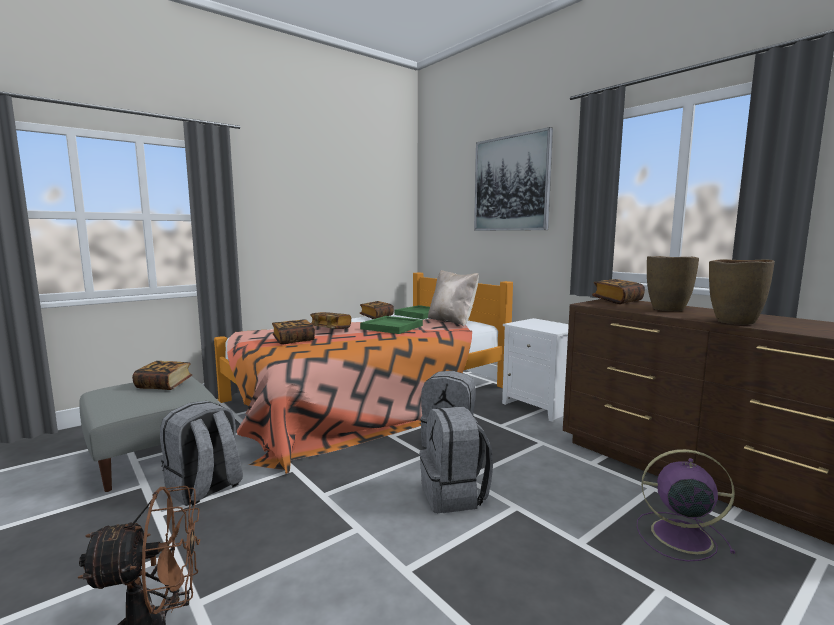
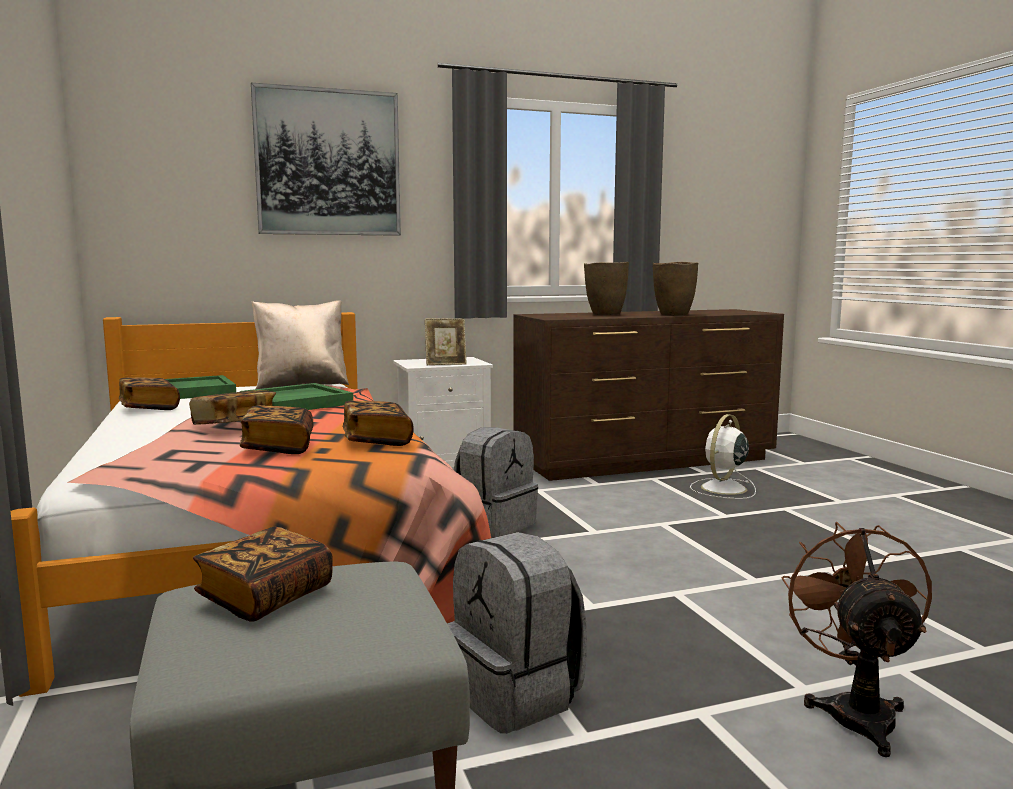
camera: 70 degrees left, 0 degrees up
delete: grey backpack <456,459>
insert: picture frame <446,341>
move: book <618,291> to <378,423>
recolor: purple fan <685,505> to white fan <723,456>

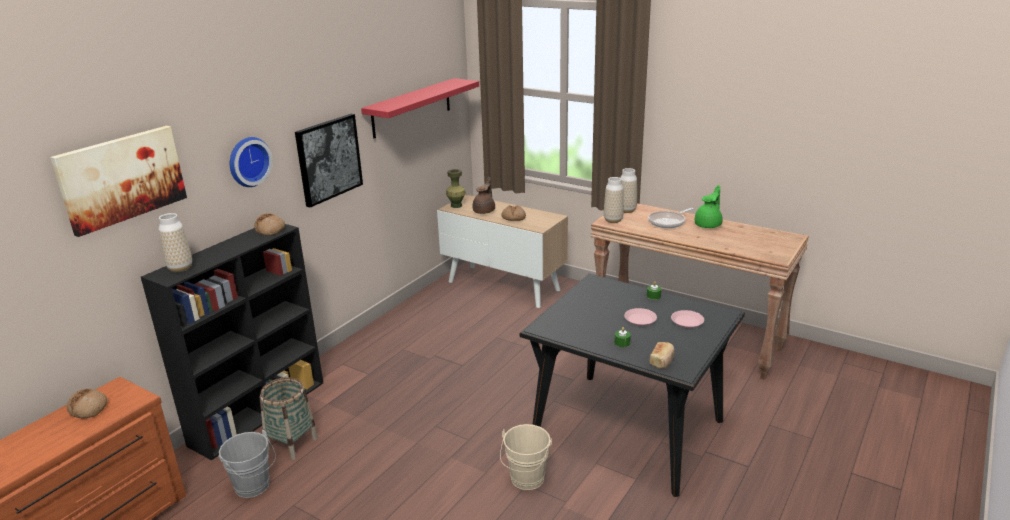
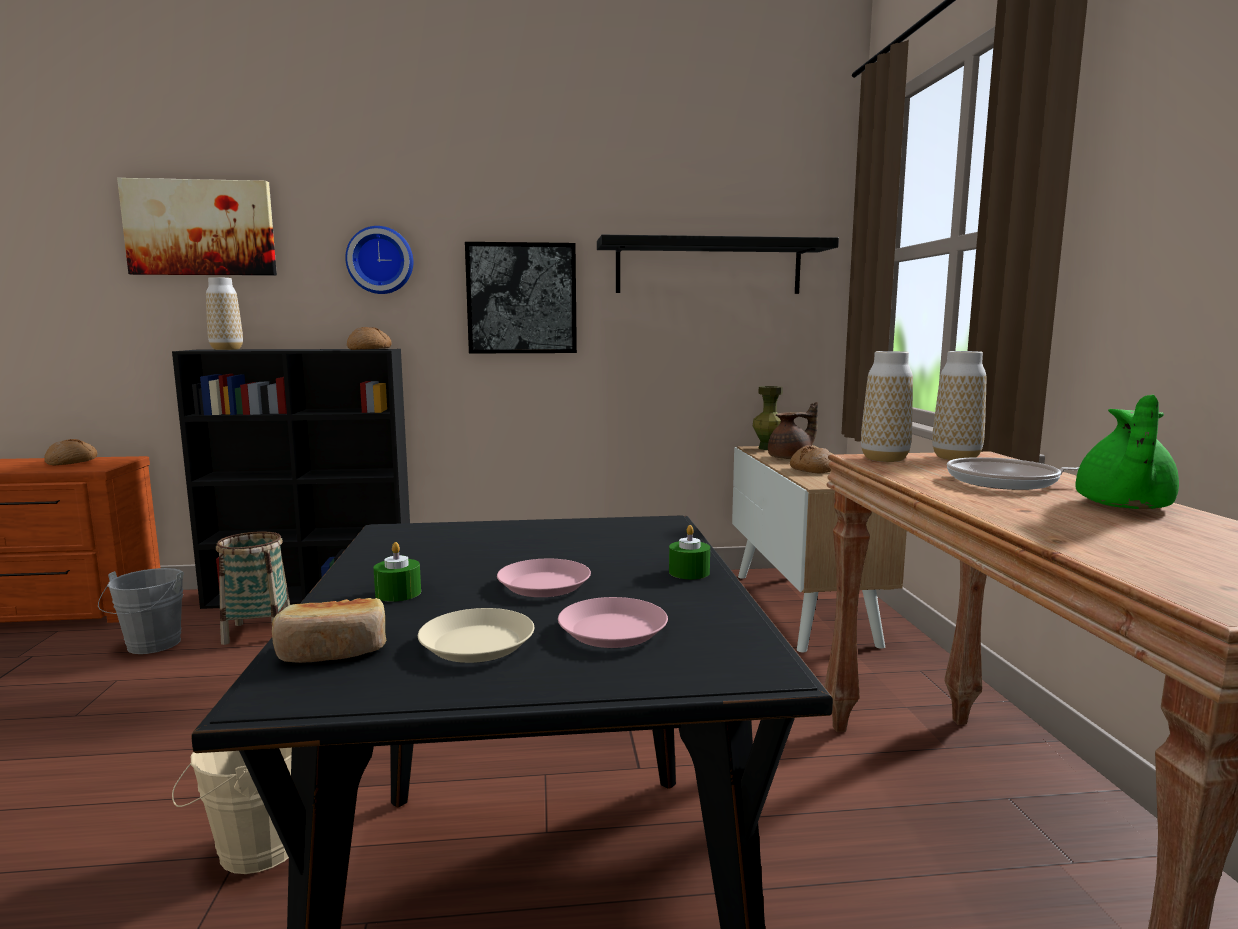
camera: 50 degrees right, 15 degrees down
insert: beige plate <476,635>
recolor: red shelf <420,108> to black shelf <718,264>
rotate: green teapot <709,206> = <1127,452> 120 degrees clockwise

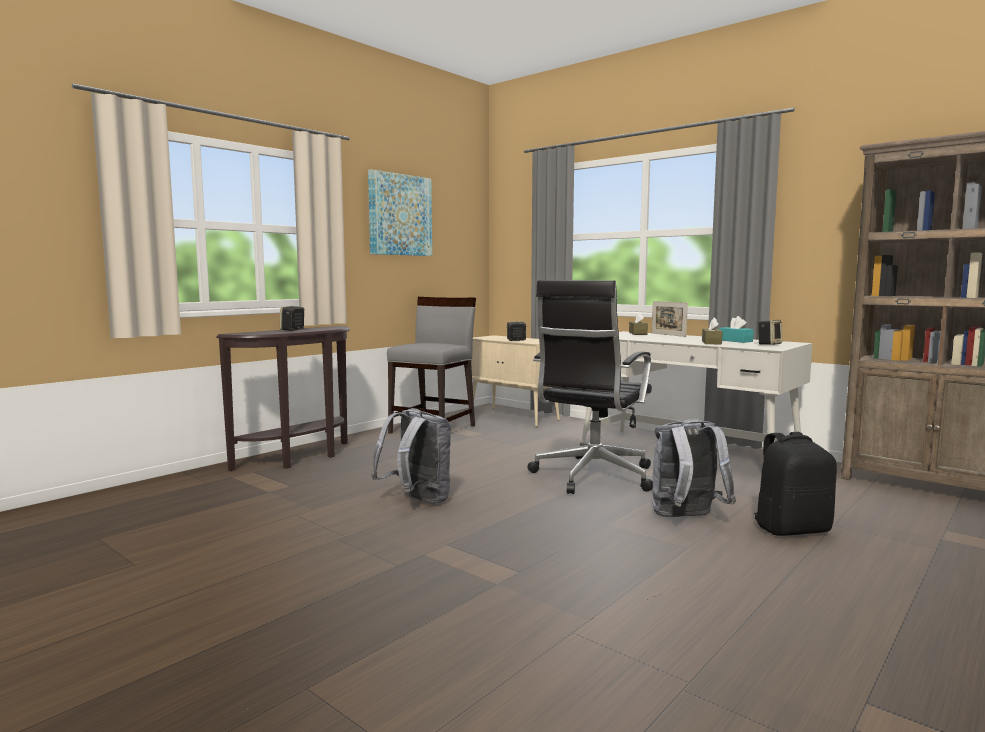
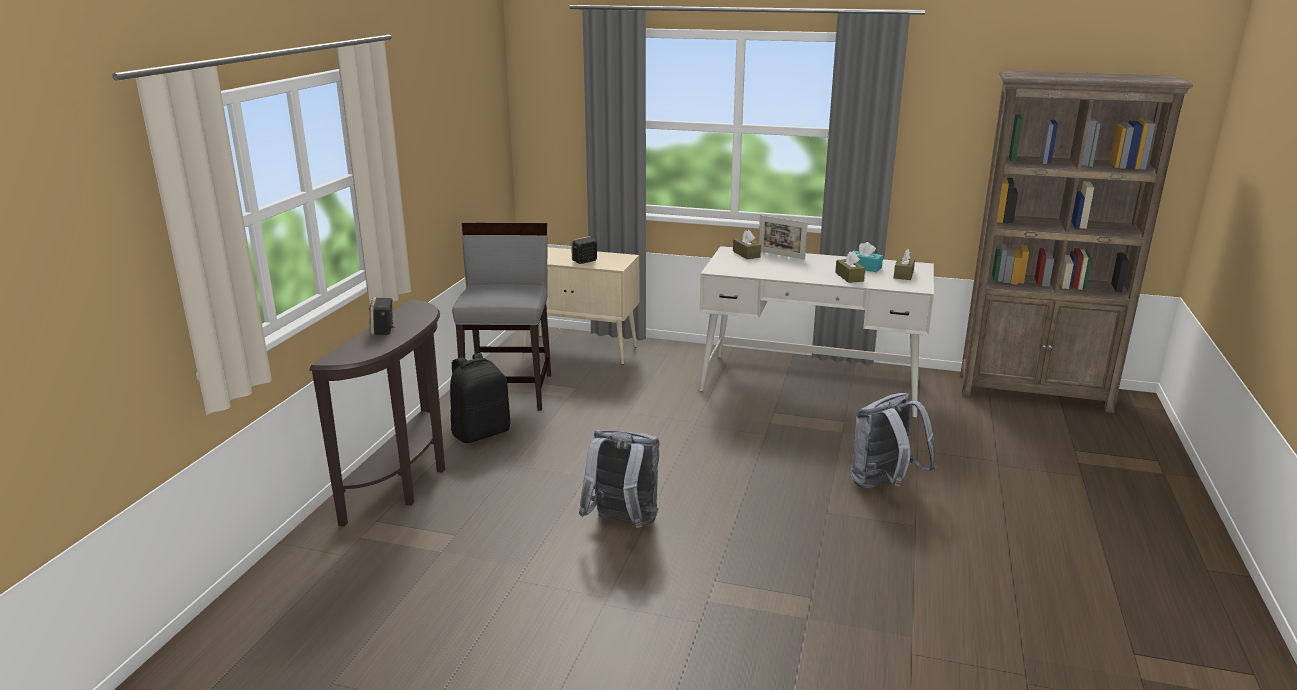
camera: 25 degrees left, 15 degrees up
delete: picture <400,212>; black office chair <590,387>
move: black backpack <795,484> to <480,398>
replace: speaker <770,332> to brown tissue box <904,264>

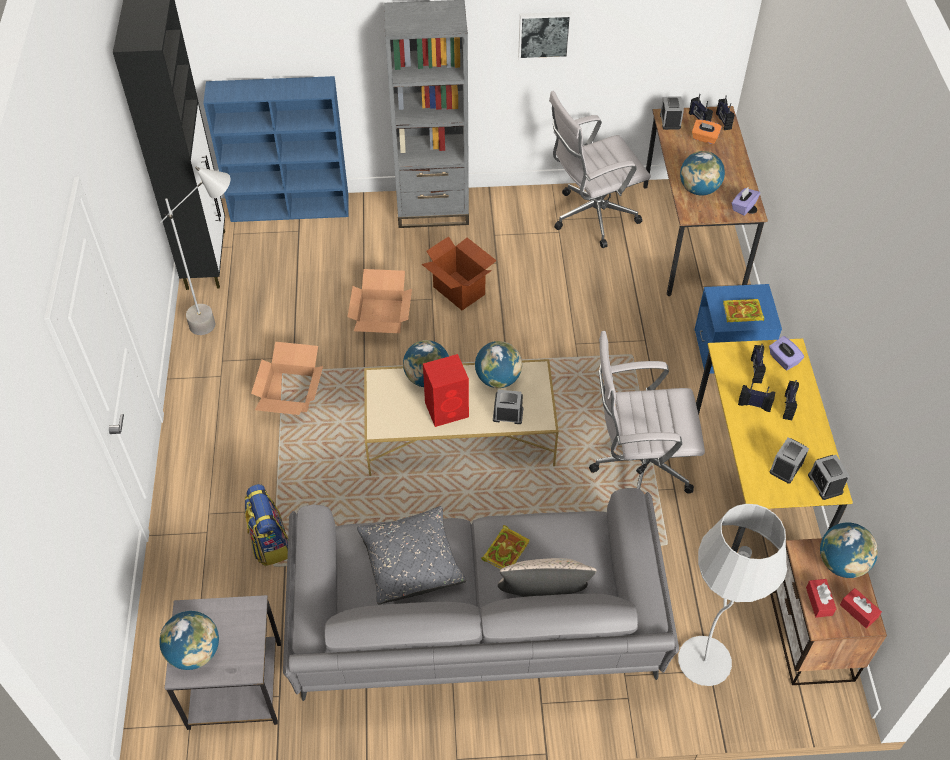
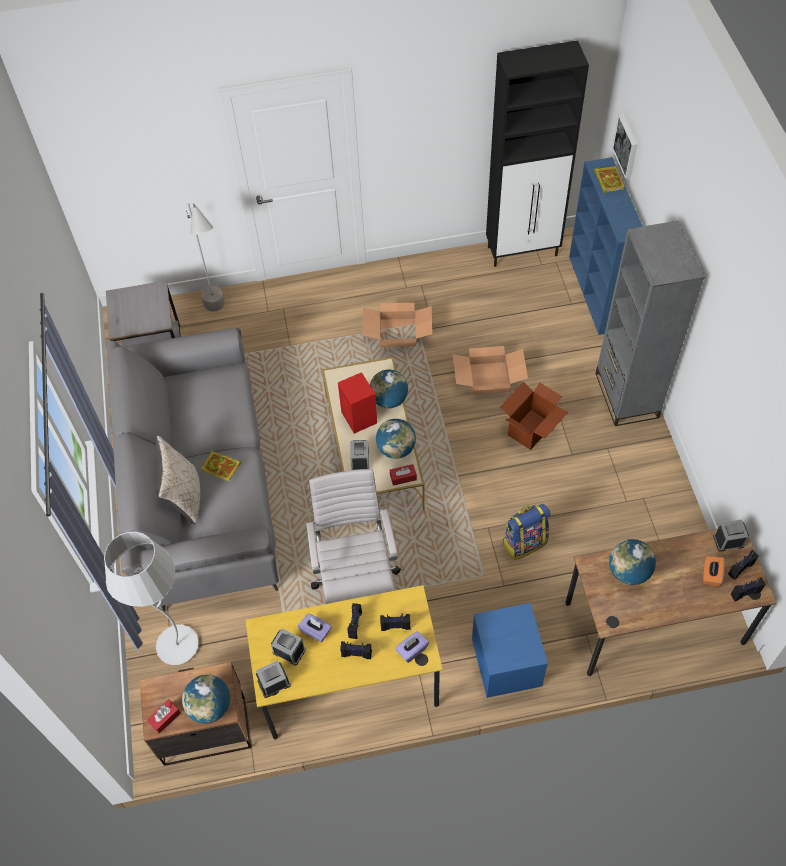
camera: 85 degrees right, 5 degrees up
delete: white office chair <600,169>; grey pillow <411,555>; globe <189,640>
move: picture <545,36> to <625,146>; grey floor lamp <194,251> to <205,257>; purple tissue box <745,201> to <315,628>; book <743,310> to <609,179>; backpack <266,525> to <526,532>; red tissue box <821,598> to <403,475>

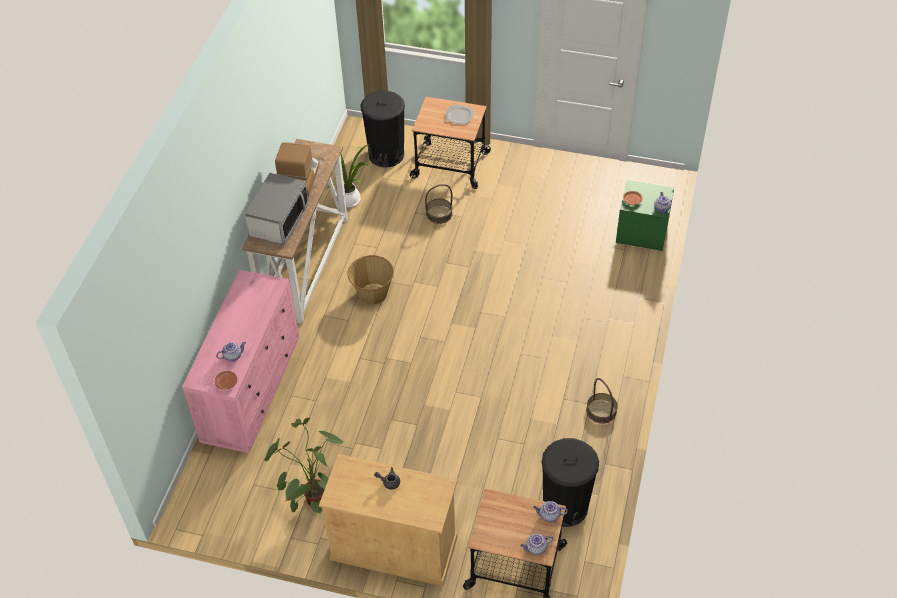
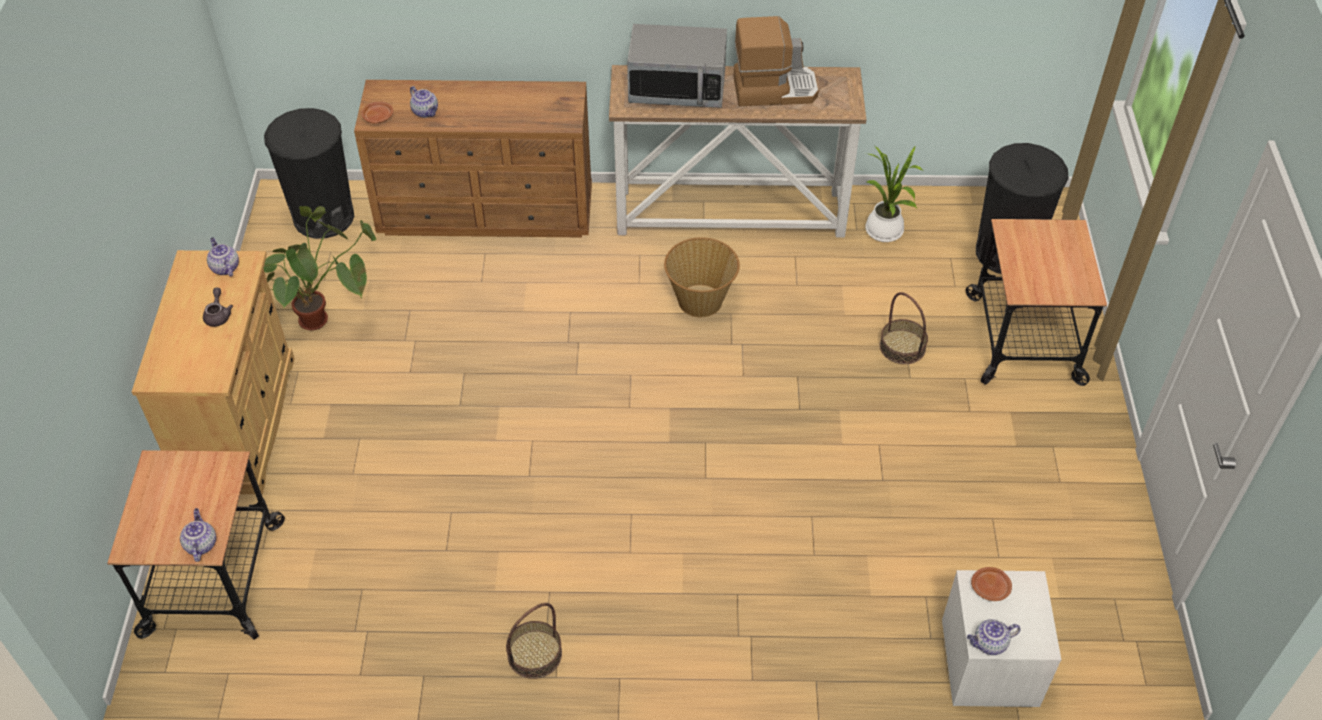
camera: 75 degrees right, 0 degrees up
delete: plate <459,114>
move: black trash can <570,482> to <309,173>; teapot <536,544> to <223,257>
recolor: green nightstand <645,215> to white nightstand <1001,638>; pink dresser <240,361> to brown dresser <473,158>

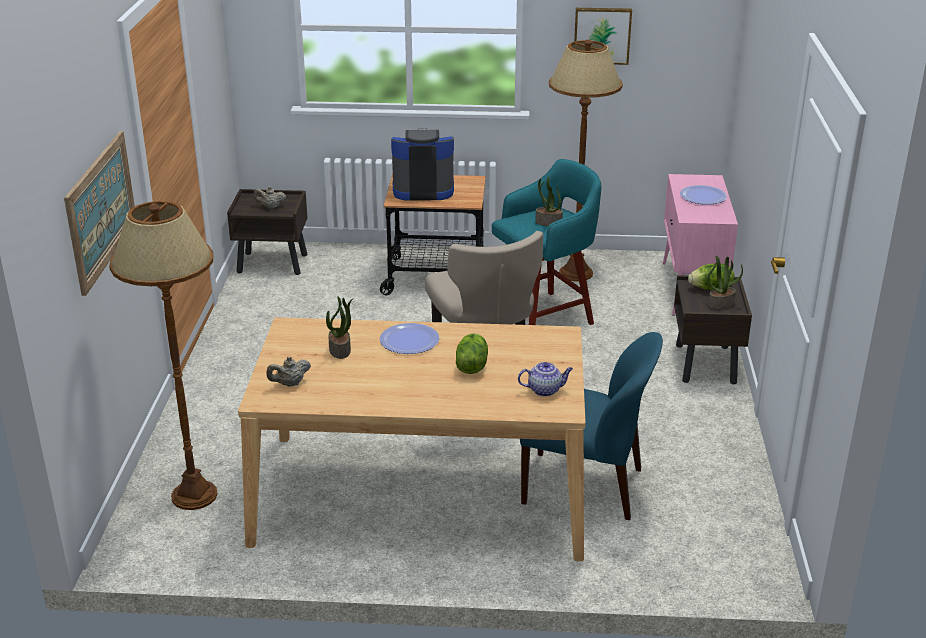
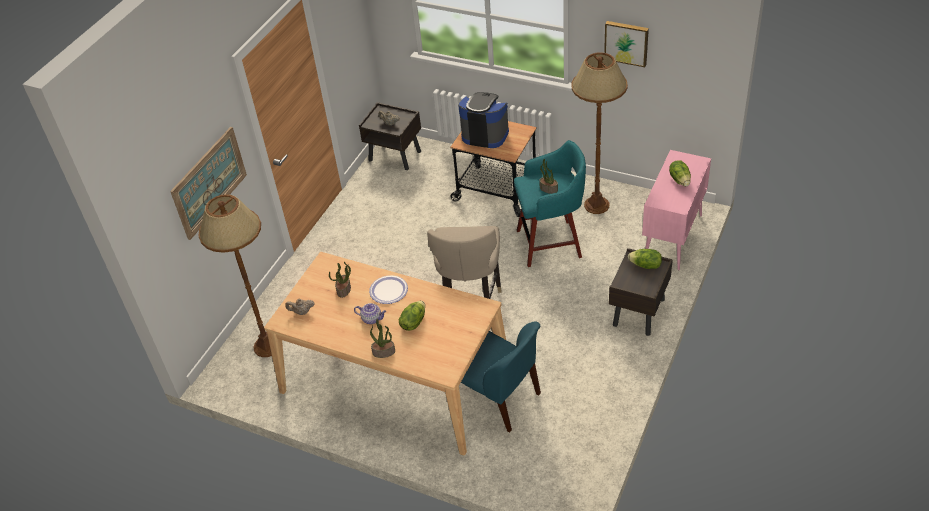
camera: 25 degrees right, 15 degrees up
move: potted plant <725,282> to <382,338>; teapot <545,379> to <370,313>
replace: plate <703,195> to lettuce <680,173>

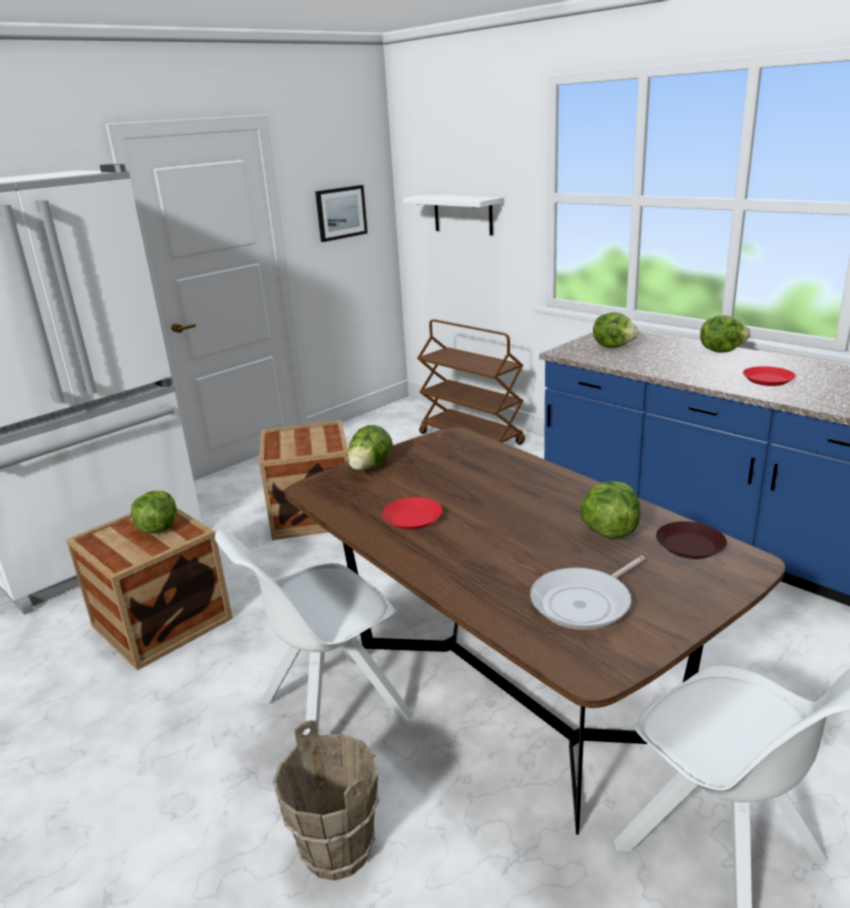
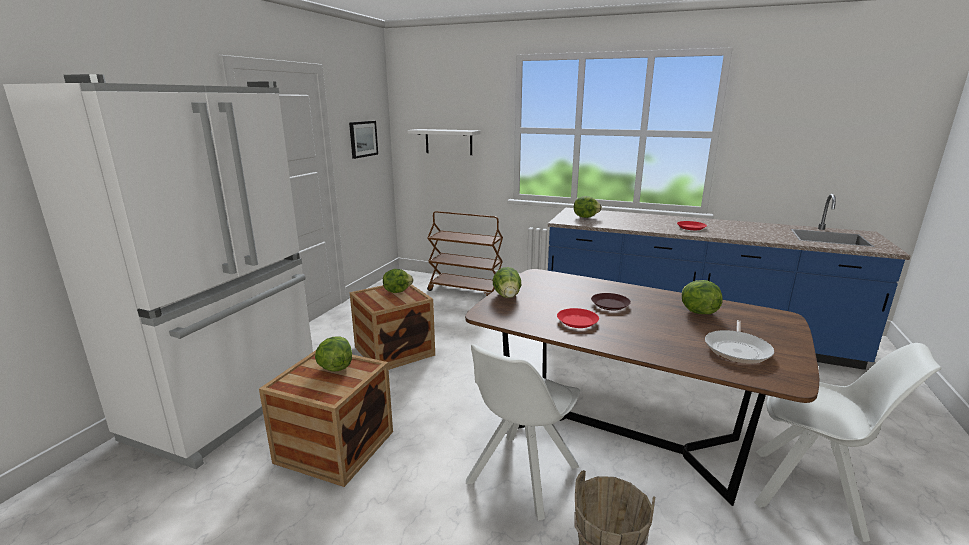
camera: 25 degrees left, 5 degrees down
move: lettuce <725,334> to <398,281>; brown plate <691,540> to <611,301>

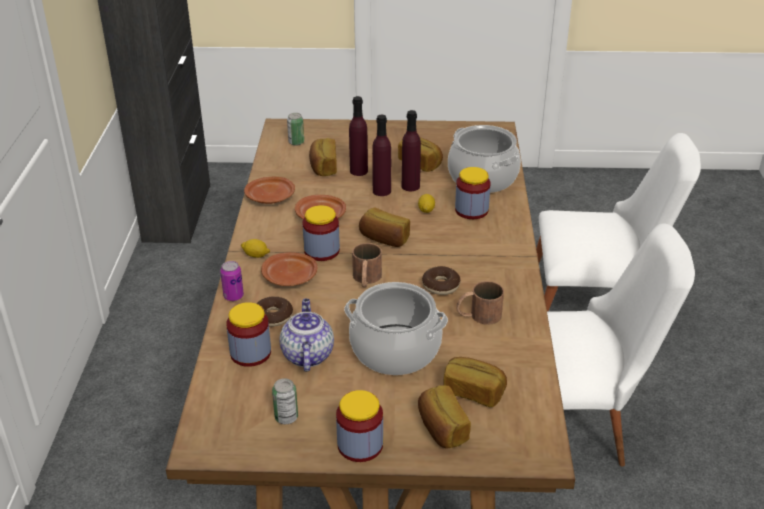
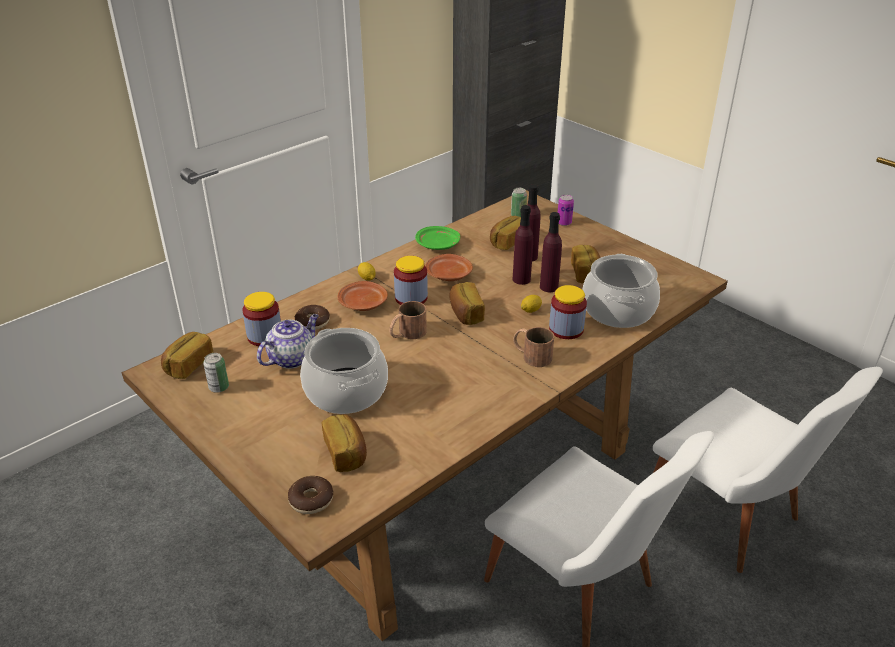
camera: 45 degrees right, 0 degrees up
delete: jar <359,426>
move: can <232,281> to <565,210>; donut <441,280> to <310,495>; brown mug <480,303> to <533,347>; bread <444,417> to <187,355>
recolor: brown plate <269,190> to green plate <437,238>

